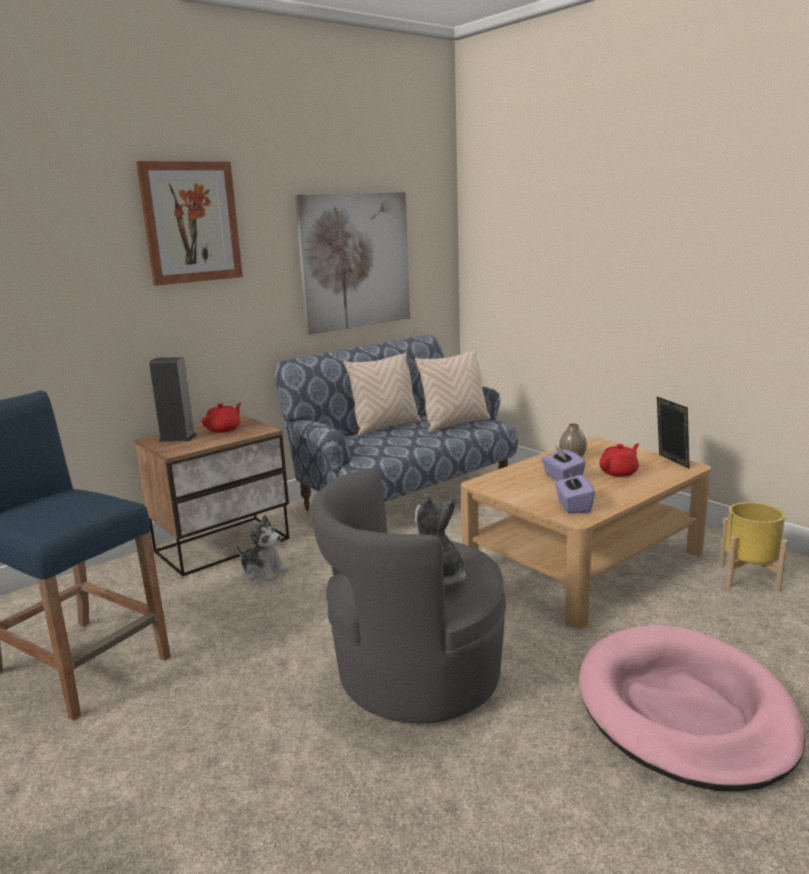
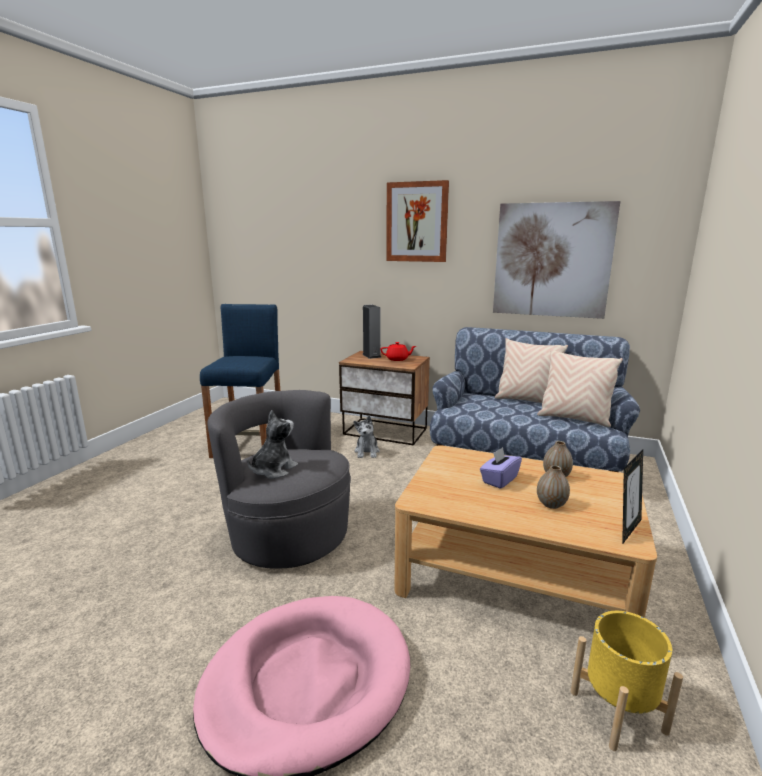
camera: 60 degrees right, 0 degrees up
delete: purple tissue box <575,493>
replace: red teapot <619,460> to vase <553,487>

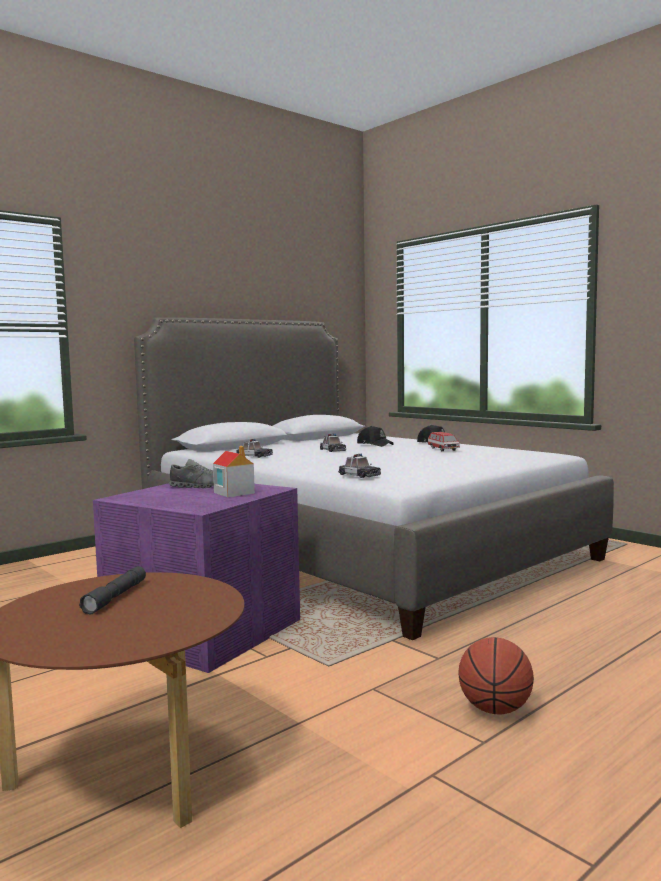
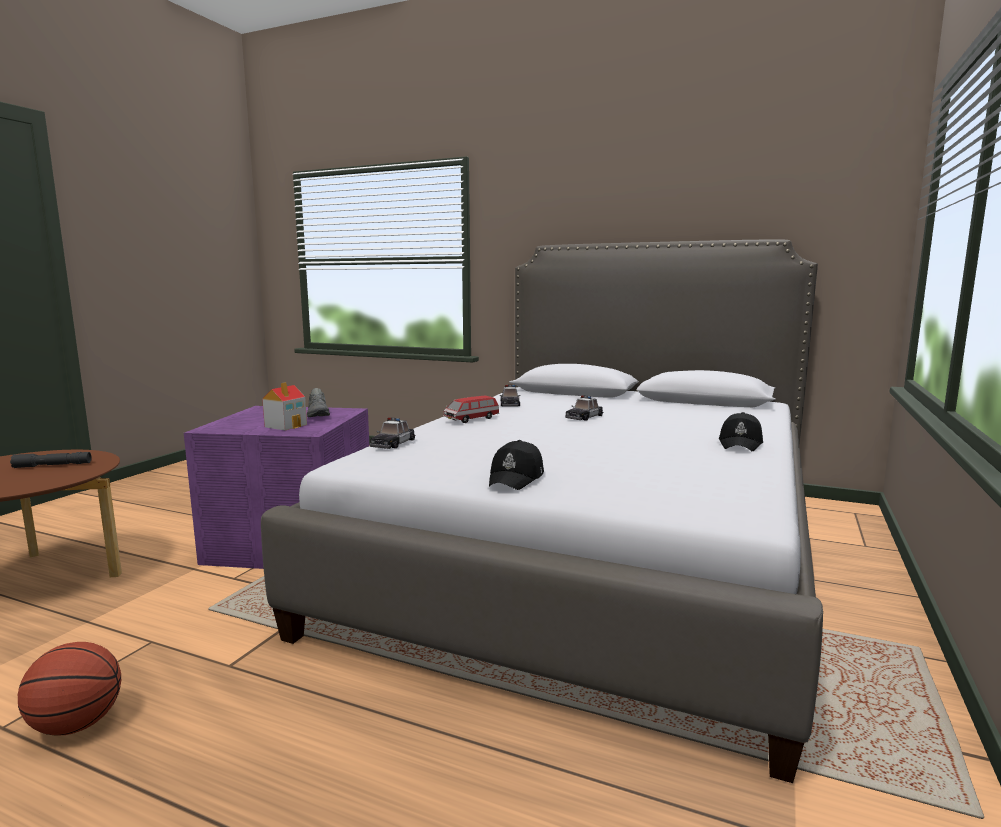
camera: 65 degrees right, 5 degrees up
move: black cap <375,436> to <516,465>; toy car <444,441> to <471,409>

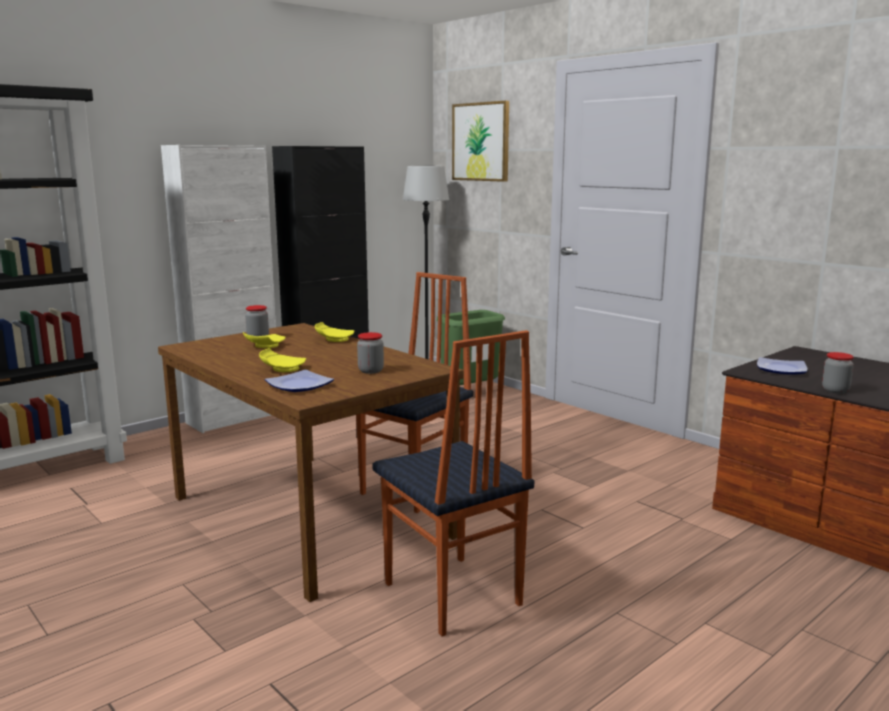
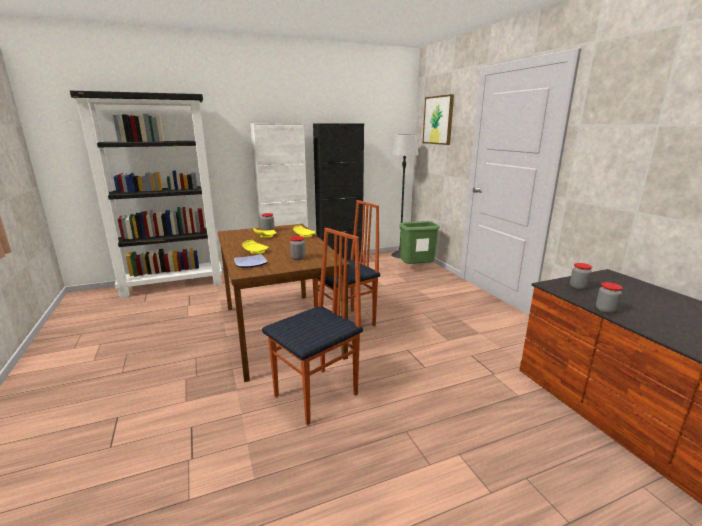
camera: 20 degrees right, 5 degrees up
replace: plate <782,365> to jar <581,276>
rotate: chair <453,483> = <312,326> 120 degrees counterclockwise

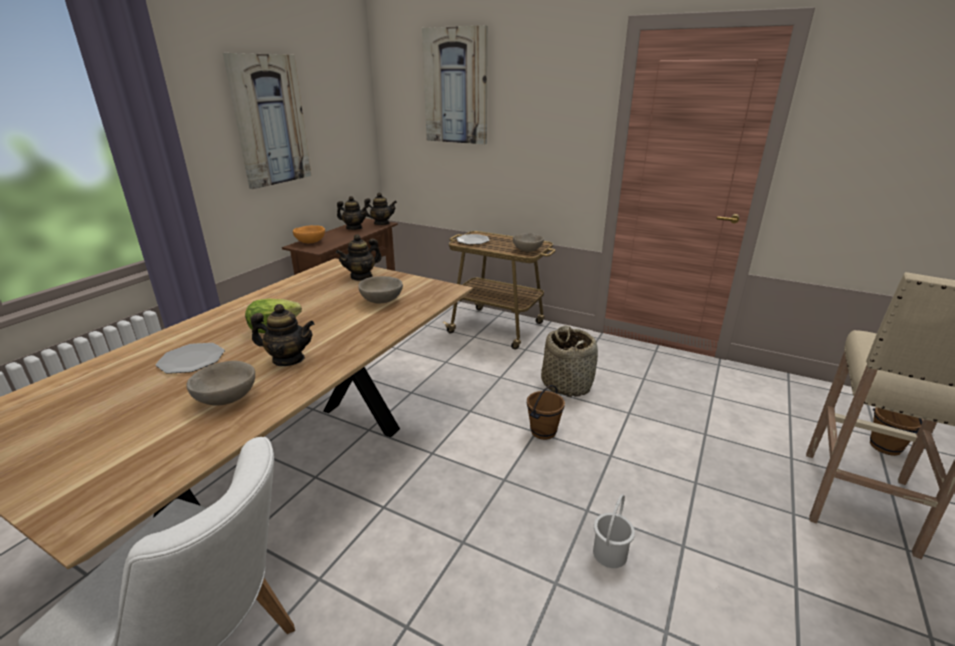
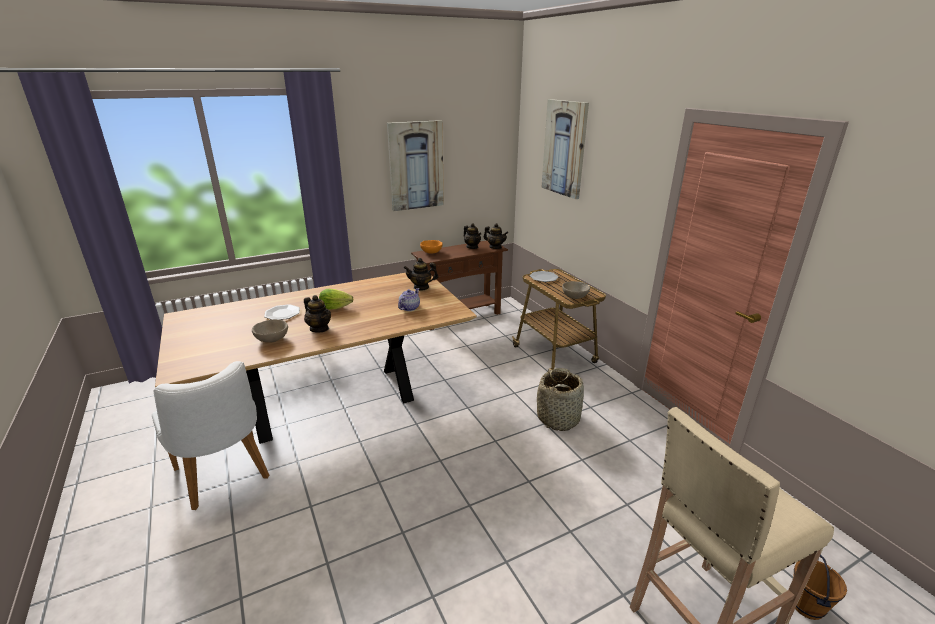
camera: 35 degrees right, 0 degrees up
delete: brown bucket <546,412>; white bucket <614,531>
replace: beige bowl <380,289> to teapot <409,299>

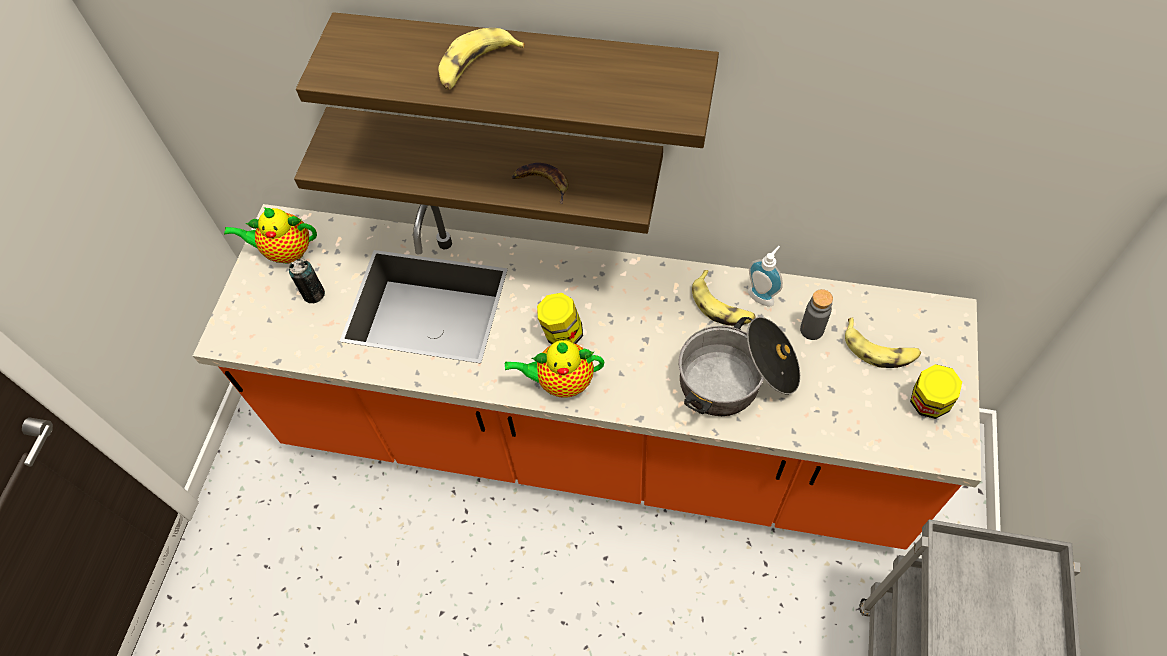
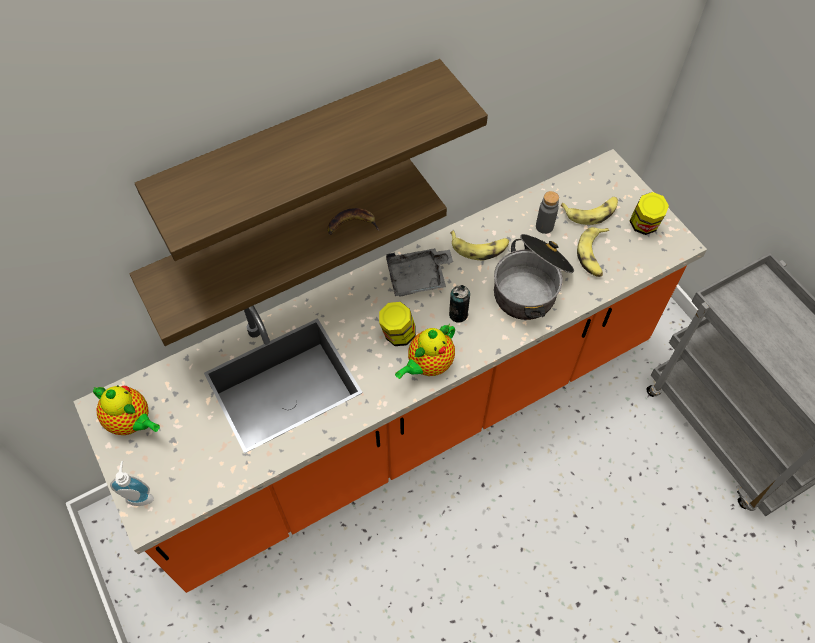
camera: 45 degrees left, 0 degrees up
insert: grey tray <419,272>
move: banana <481,59> to <593,252>; soap dispenser <765,276> to <132,483>; can <307,281> to <459,304>
rotate: teapot <270,235> = <126,410> 105 degrees counterclockwise

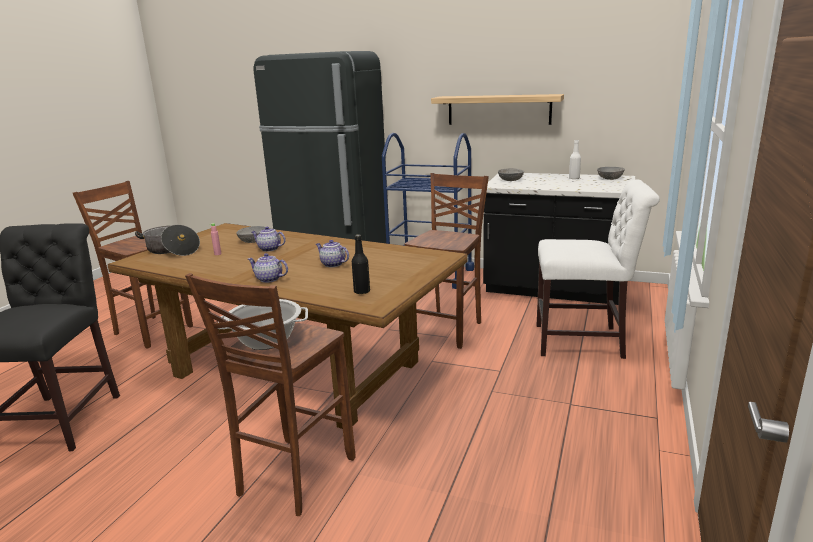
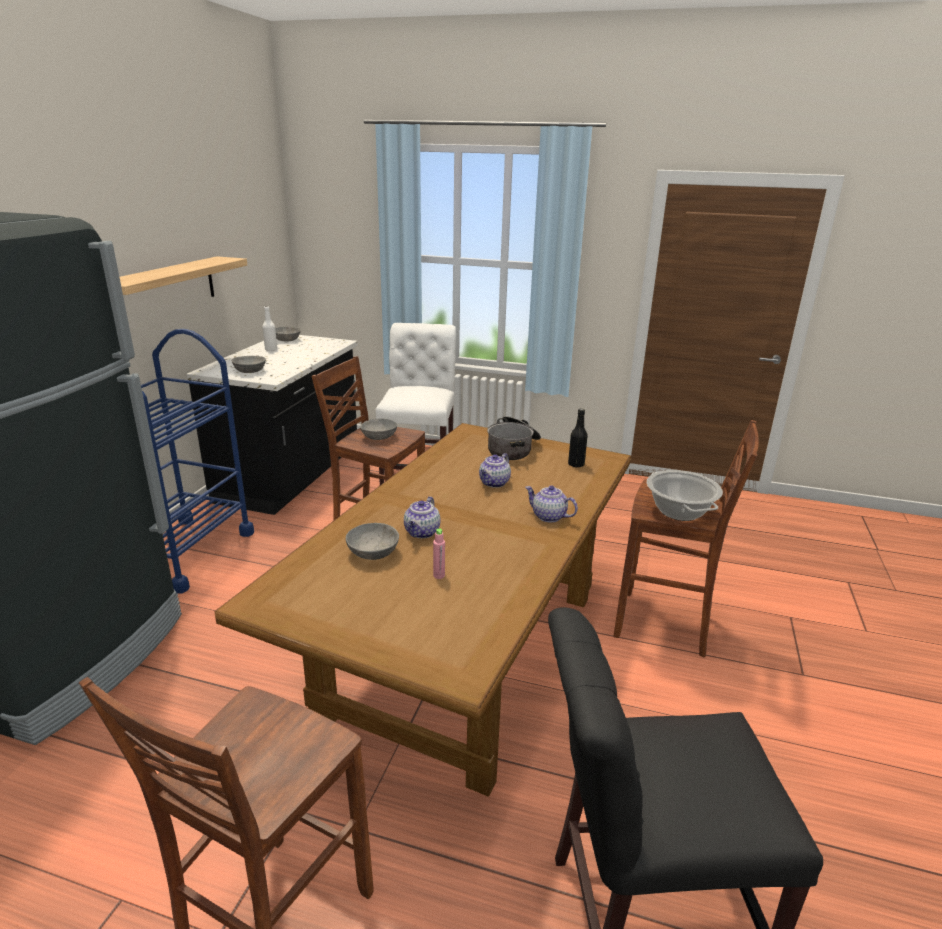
camera: 95 degrees left, 5 degrees up
insert: grey bowl <378,429>
move: cooking pot <167,240> to <514,438>
rotate: teapot <268,268> = <551,504> 105 degrees clockwise

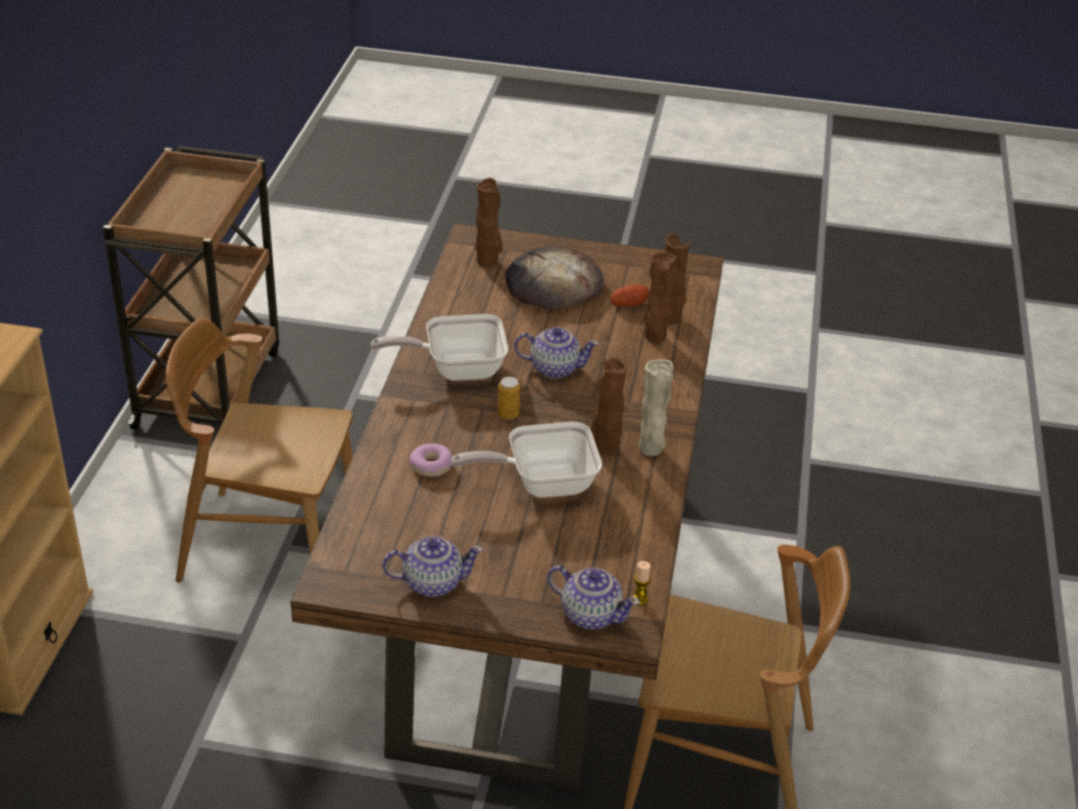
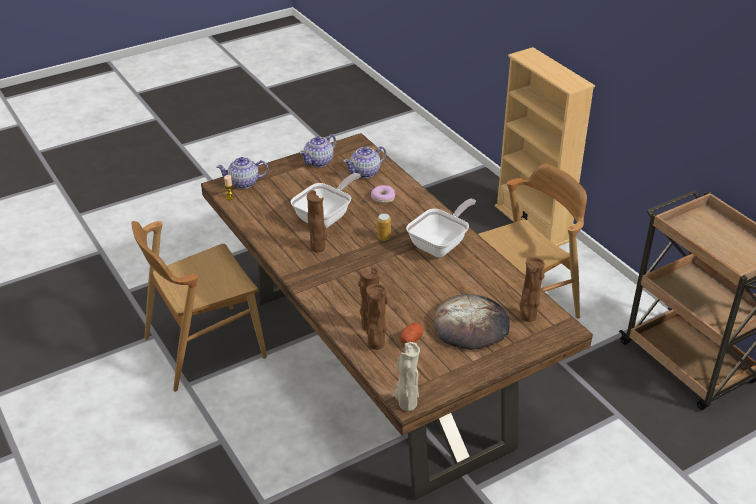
camera: 140 degrees right, 0 degrees up
move: teapot <556,353> to <364,162>; beige vase <656,407> to <407,376>

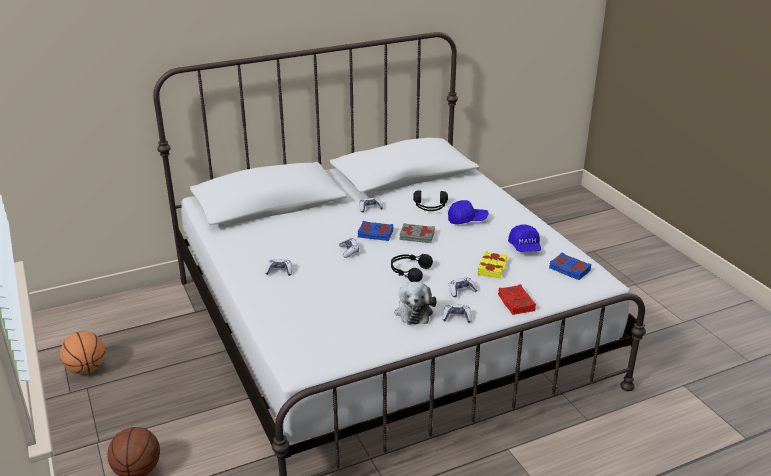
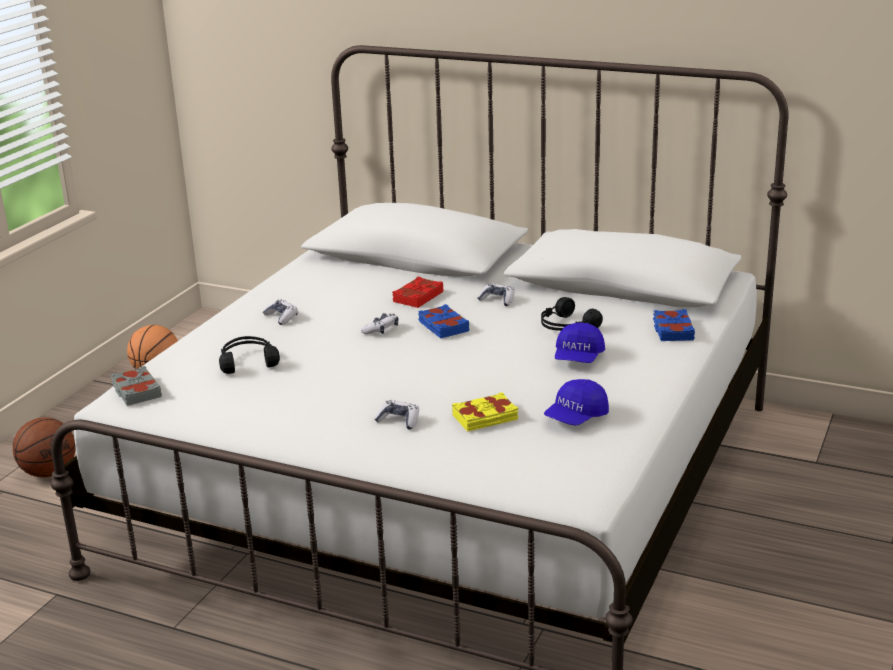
camera: 50 degrees right, 5 degrees down
delete: plush toy <416,303>; game controller <457,313>
move: grey book <417,233> to <136,386>; blue book <570,266> to <674,325>; black headphones <412,268> to <249,355>; red book <517,299> to <418,292>
rotate: blue cap <468,212> = <580,342> 60 degrees clockwise

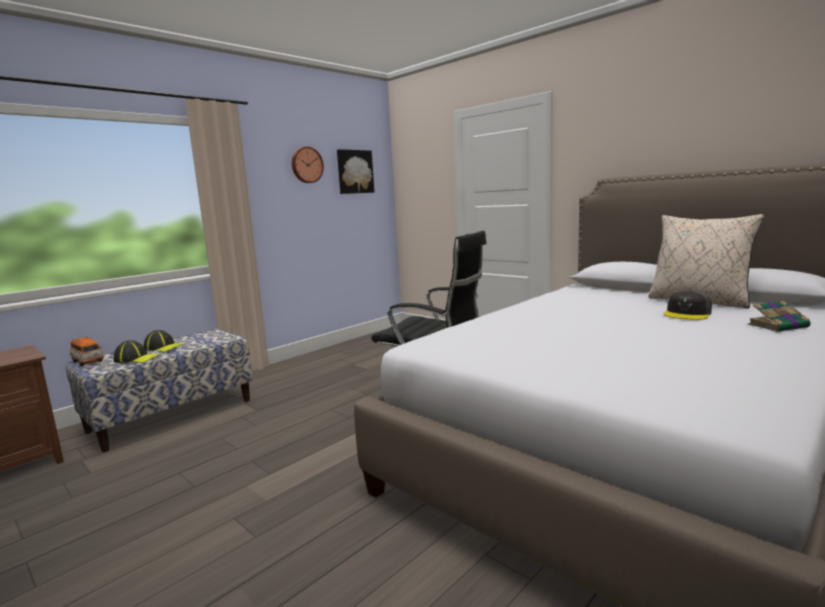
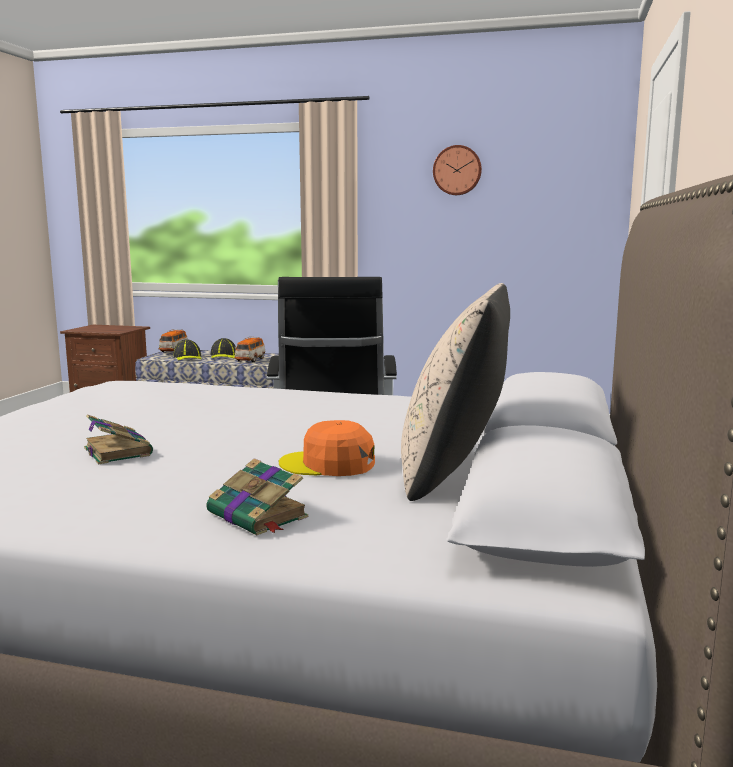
camera: 60 degrees right, 0 degrees up
delete: picture <355,171>
insert: toy car <250,349>; book <118,440>
recolor: grey cap <688,305> to orange cap <327,448>

